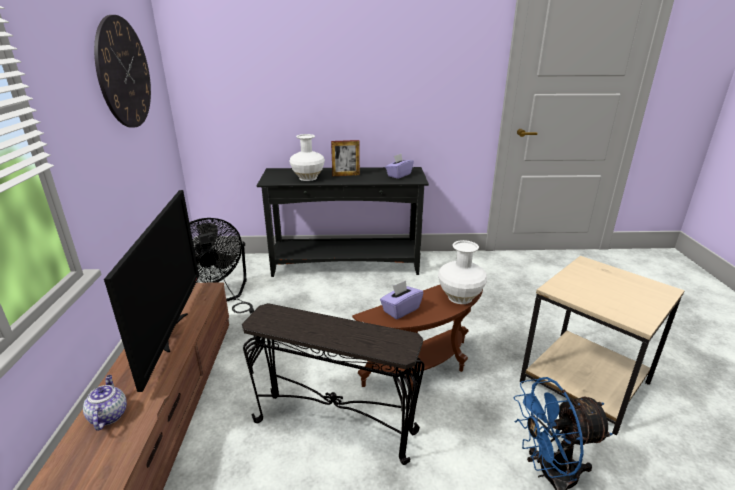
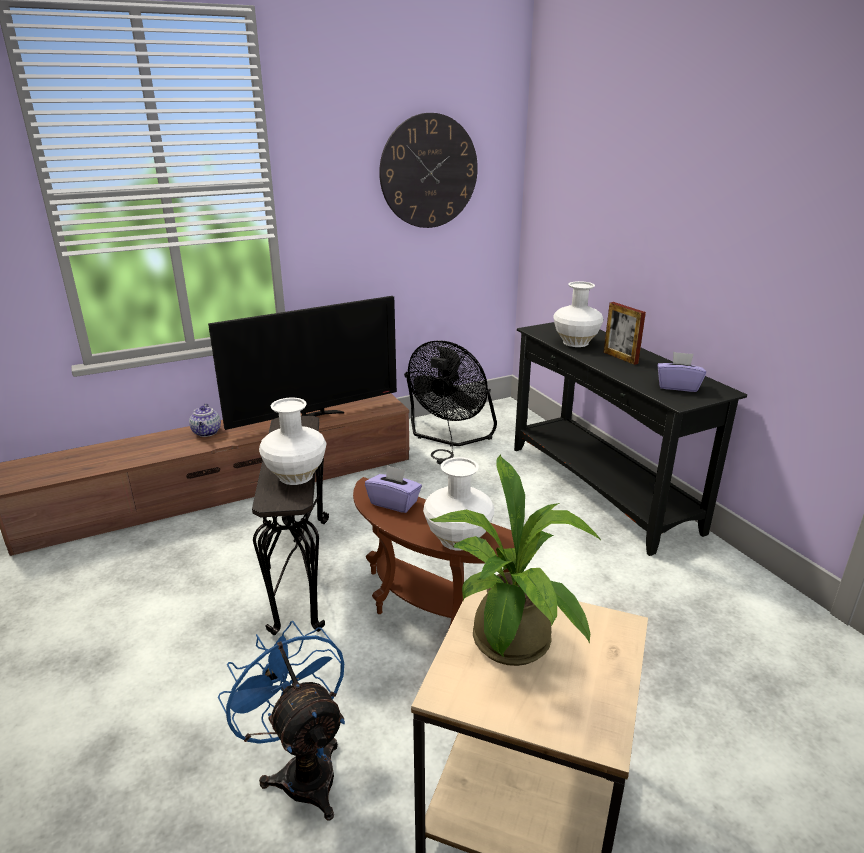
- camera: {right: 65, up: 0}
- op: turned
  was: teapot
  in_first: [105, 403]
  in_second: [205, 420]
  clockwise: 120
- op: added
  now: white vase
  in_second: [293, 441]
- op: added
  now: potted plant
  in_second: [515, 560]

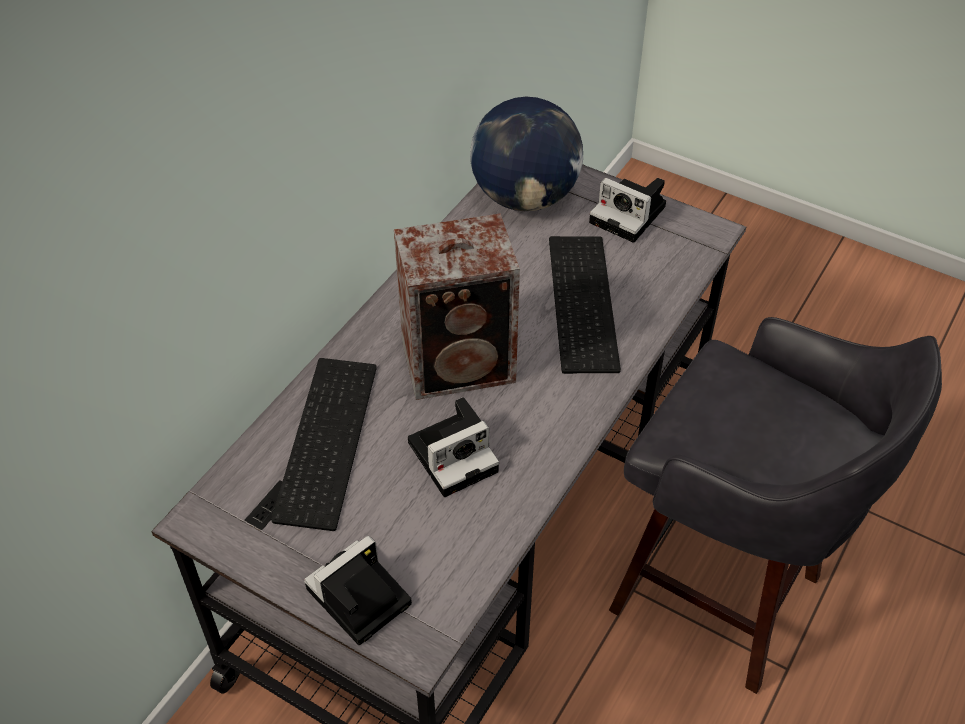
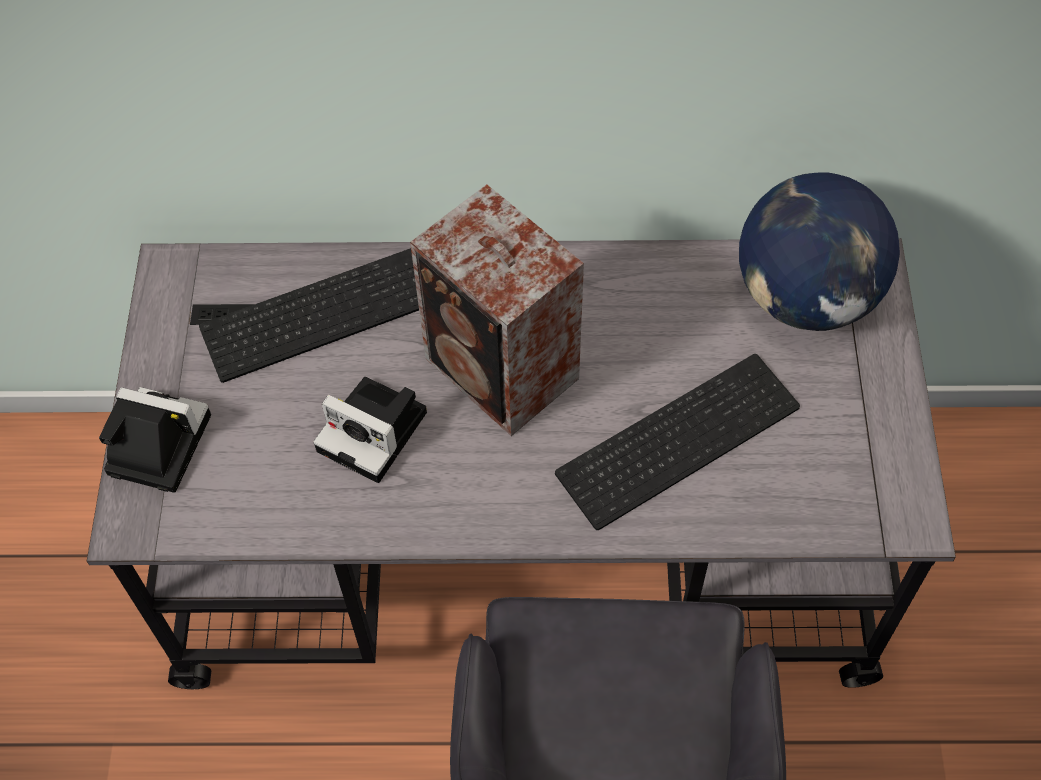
- camera: {right: 60, up: 10}
- op: removed
  was: photo camera
  in_first: [627, 210]

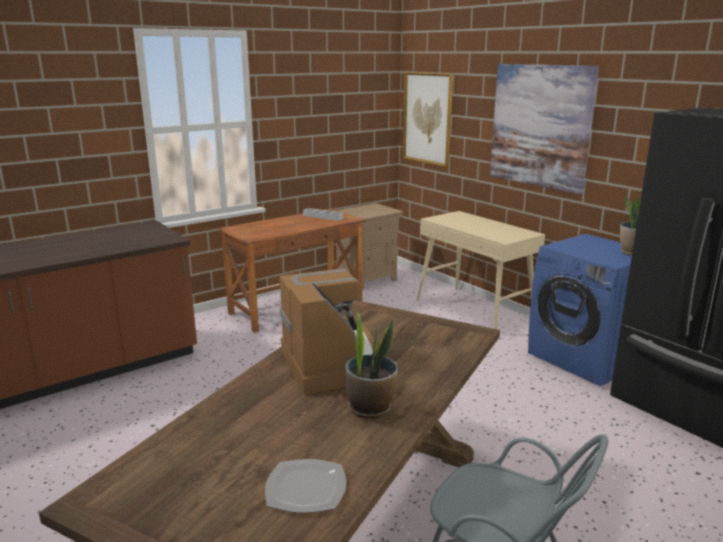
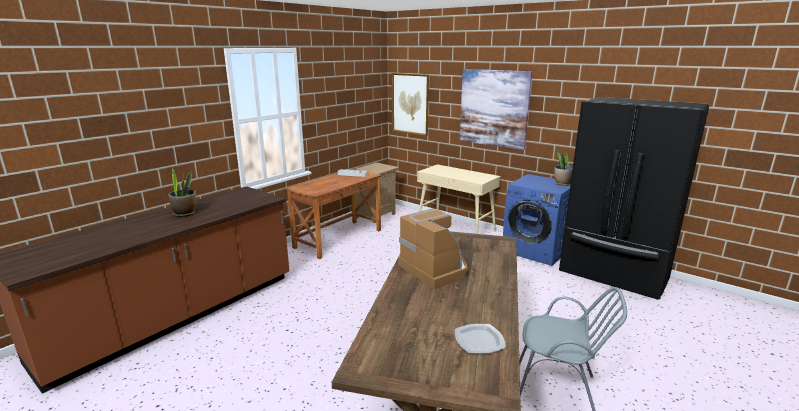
- camera: {right: -15, up: 0}
- op: moved
  was: potted plant
  in_first: [371, 365]
  in_second: [182, 192]

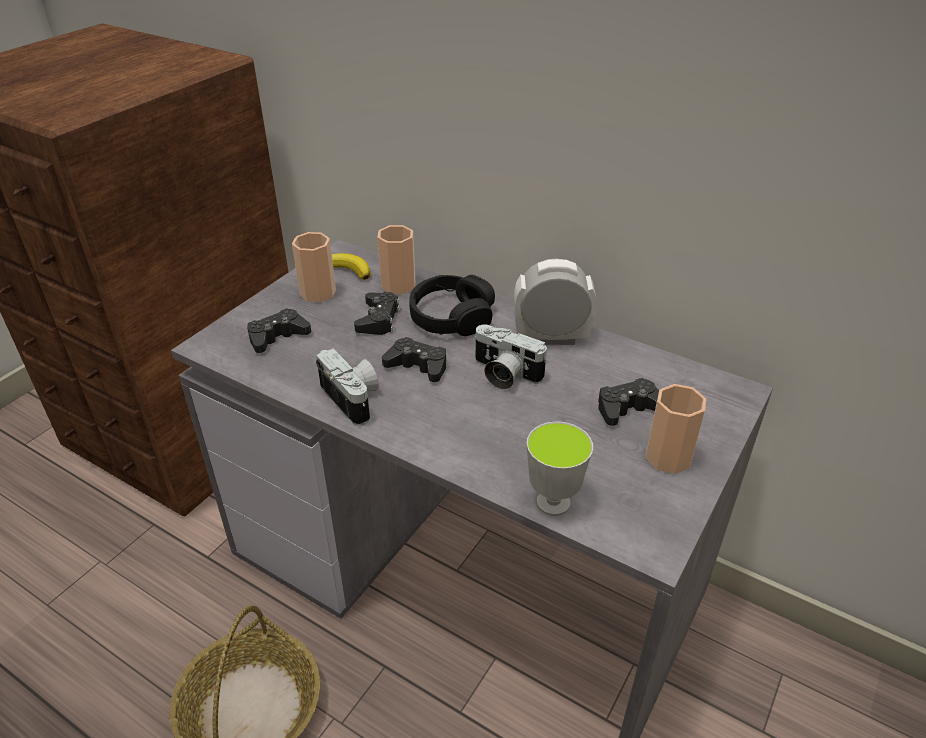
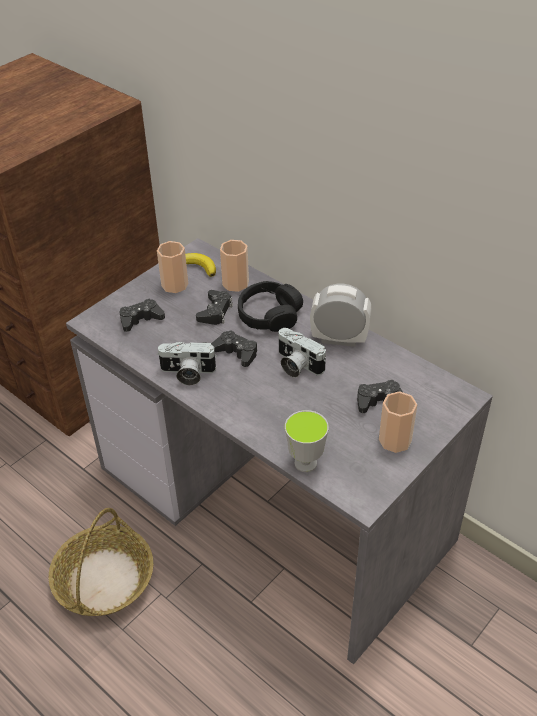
- camera: {right: 10, up: 5}
- op: turned
  was: photo camera
  in_first: [347, 387]
  in_second: [187, 363]
  clockwise: 120

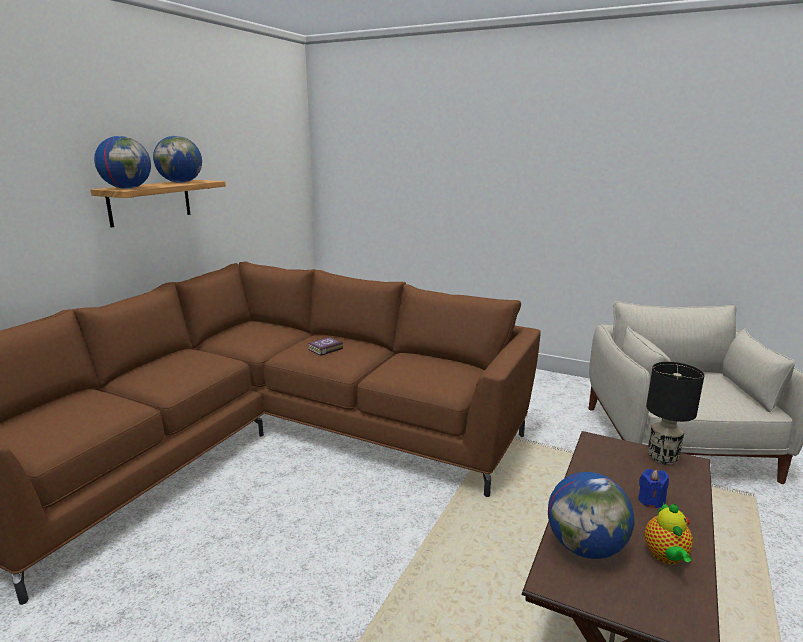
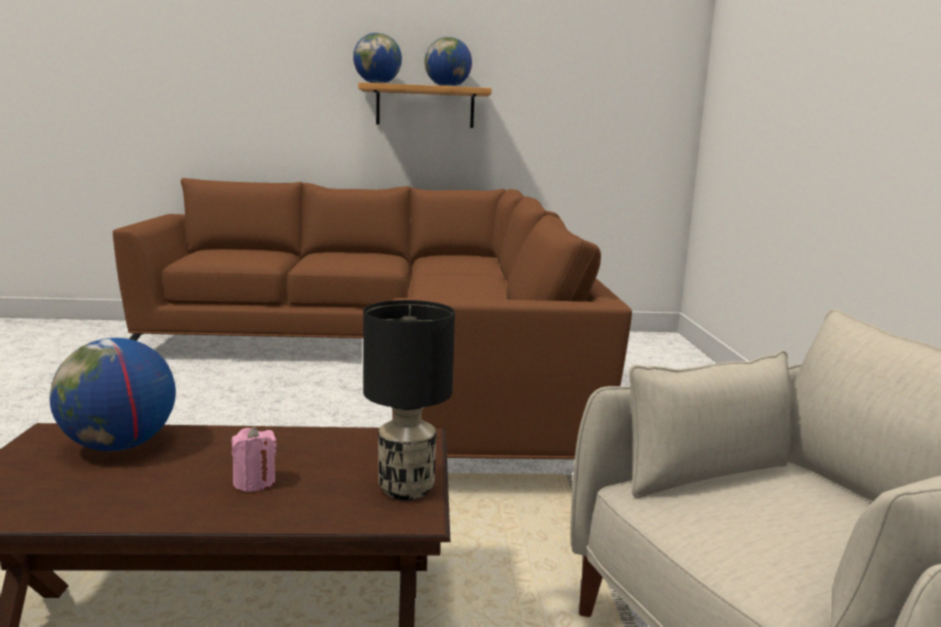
- camera: {right: 60, up: -5}
- op: recoloured
  was: blue candle
  now: pink candle
  in_first: [653, 488]
  in_second: [254, 459]
- op: removed
  was: book
  in_first: [325, 346]
- op: removed
  was: teapot
  in_first: [668, 534]

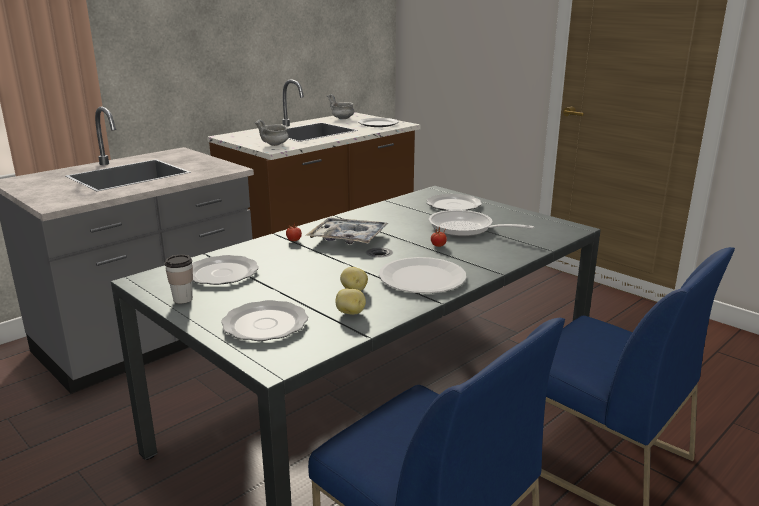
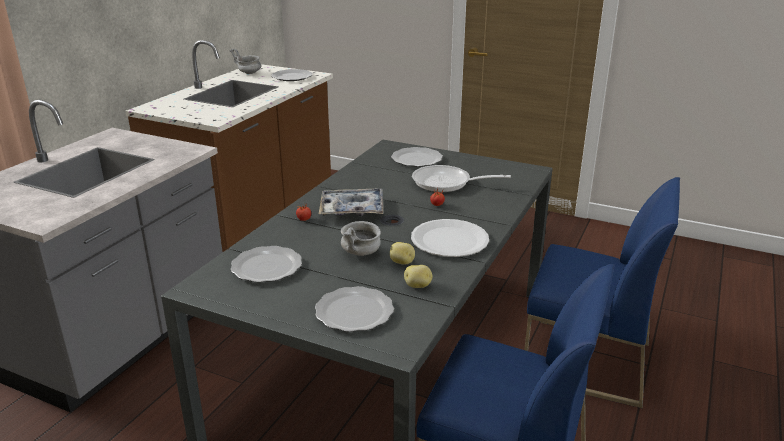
- camera: {right: -20, up: 5}
- op: moved
  was: grey bowl
  in_first: [272, 133]
  in_second: [361, 238]
- op: removed
  was: cup
  in_first: [178, 279]

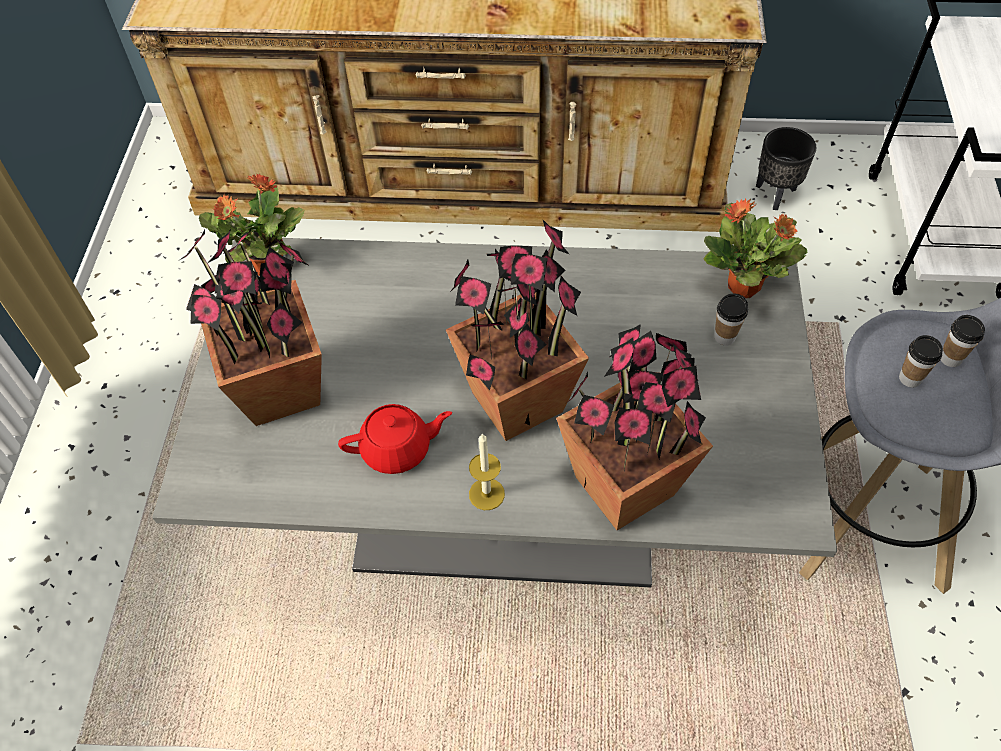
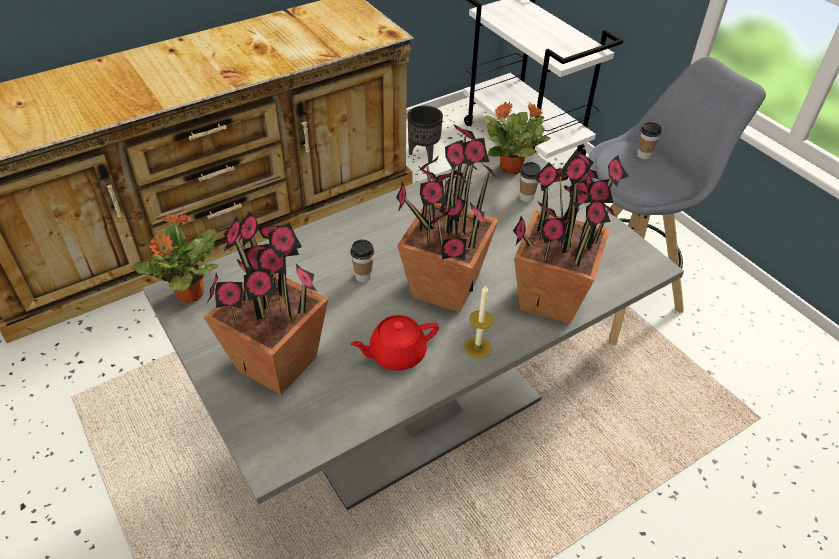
- camera: {right: -40, up: -10}
- op: moved
  was: cup
  in_first: [921, 361]
  in_second: [362, 261]
- op: turned
  was: red teapot
  in_first: [395, 439]
  in_second: [394, 342]
  clockwise: -150

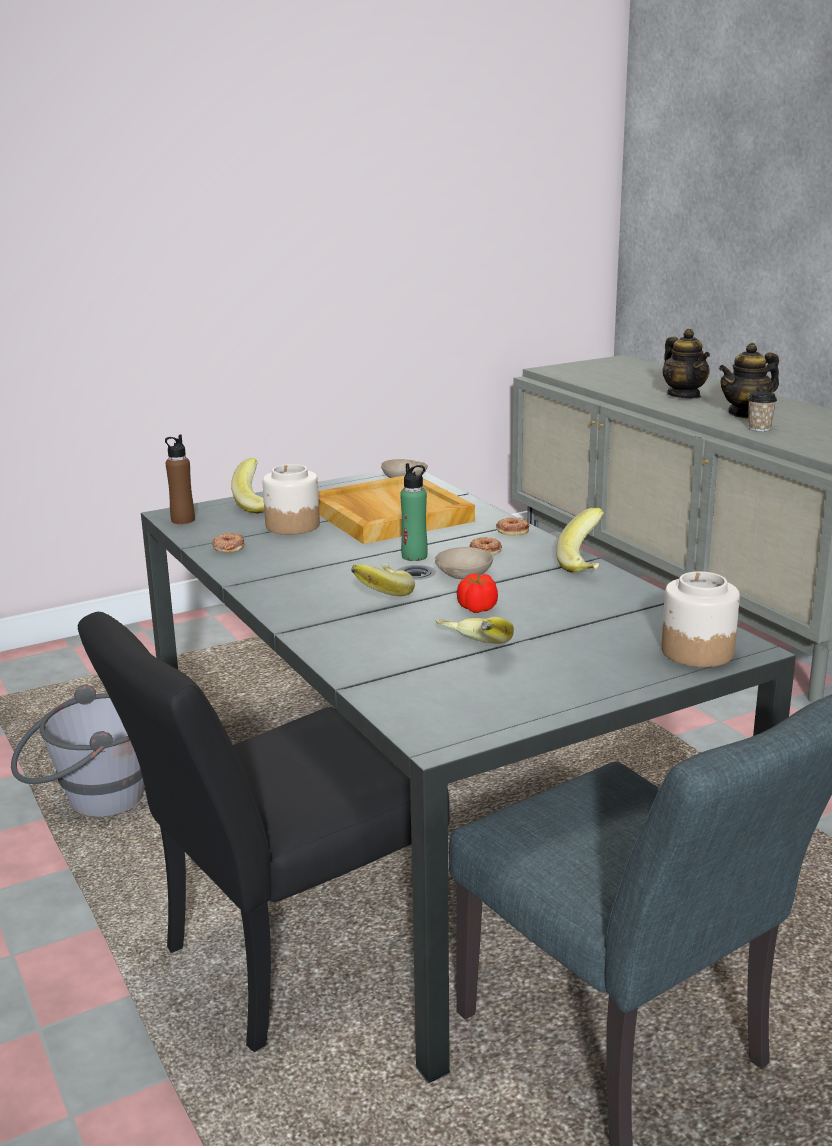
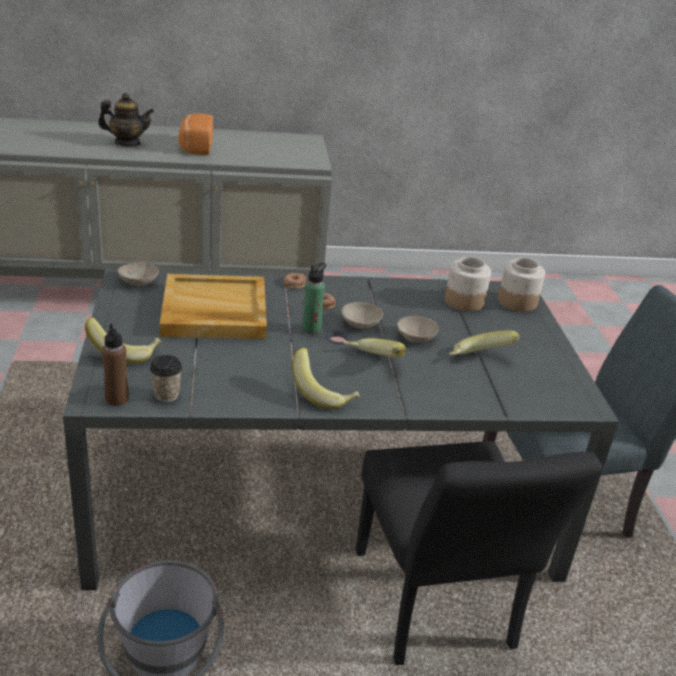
- camera: {right: -70, up: 10}
- op: moved
  was: cup
  in_first: [762, 411]
  in_second: [166, 378]
- op: replaced
  was: teapot
  now: bread
  in_first: [749, 380]
  in_second: [195, 134]
- op: moved
  was: banana
  in_first: [580, 540]
  in_second: [326, 378]
- op: replaced
  was: tomato
  now: beige bowl
  in_first: [477, 593]
  in_second: [418, 329]
- op: moved
  was: jar
  in_first: [291, 499]
  in_second: [468, 284]
- op: removed
  was: donut
  in_first: [228, 542]

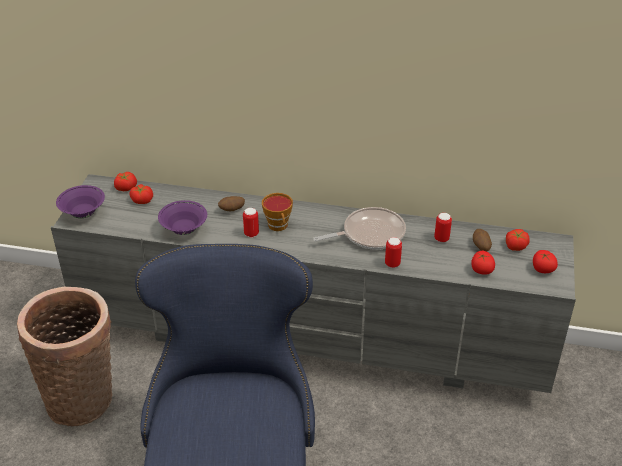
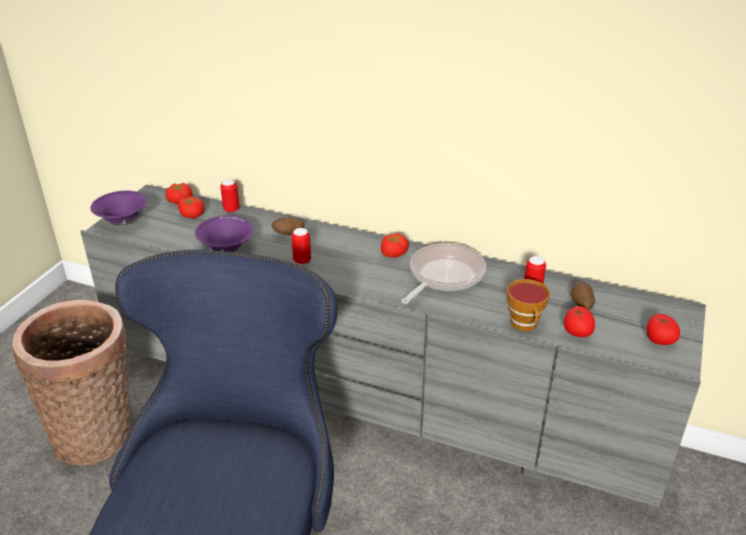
- camera: {right: 10, up: -5}
- op: moved
  was: can
  in_first: [393, 252]
  in_second: [230, 196]
- op: moved
  was: tomato
  in_first: [518, 240]
  in_second: [395, 245]
- op: turned
  was: frying pan
  in_first: [359, 228]
  in_second: [443, 273]
  clockwise: -45
- op: moved
  was: cup
  in_first: [277, 212]
  in_second: [528, 305]

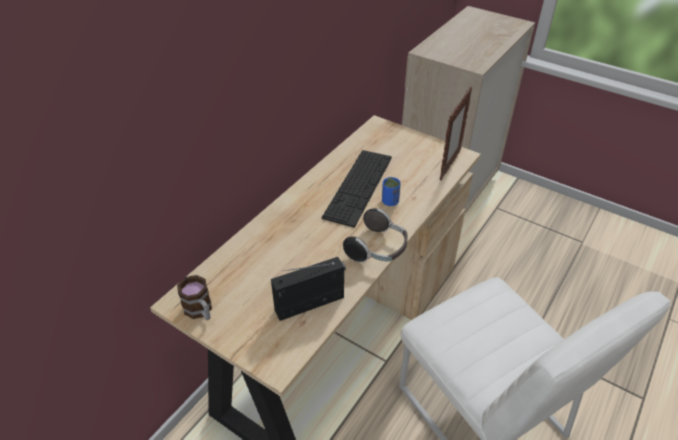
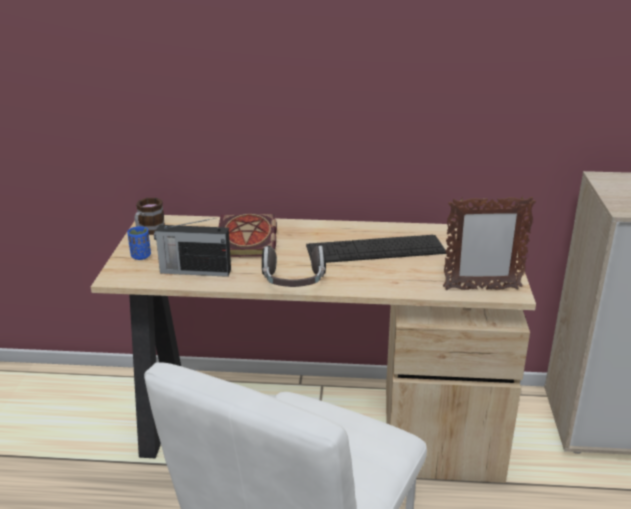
- camera: {right: 60, up: -15}
- op: moved
  was: blue cup
  in_first: [391, 191]
  in_second: [139, 243]
- op: turned
  was: radio
  in_first: [308, 289]
  in_second: [192, 247]
  clockwise: 150
- op: added
  now: book
  in_second: [248, 235]

